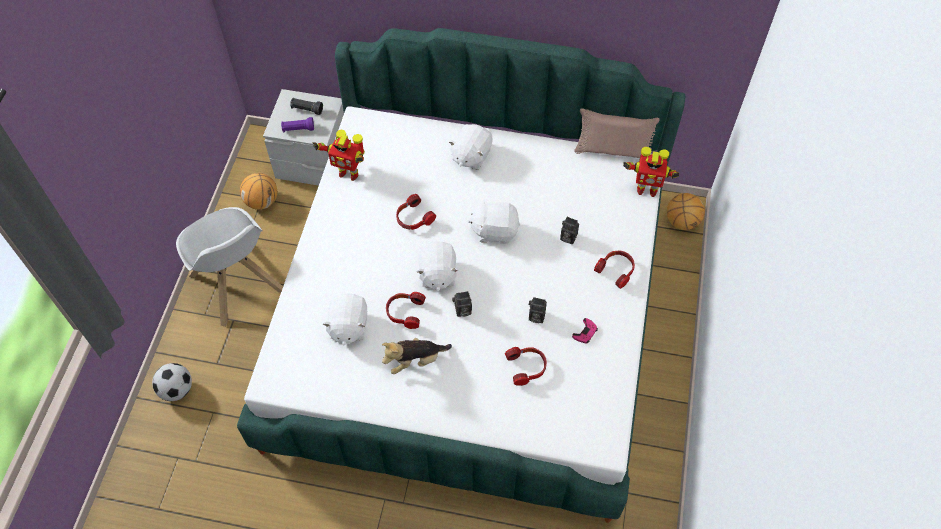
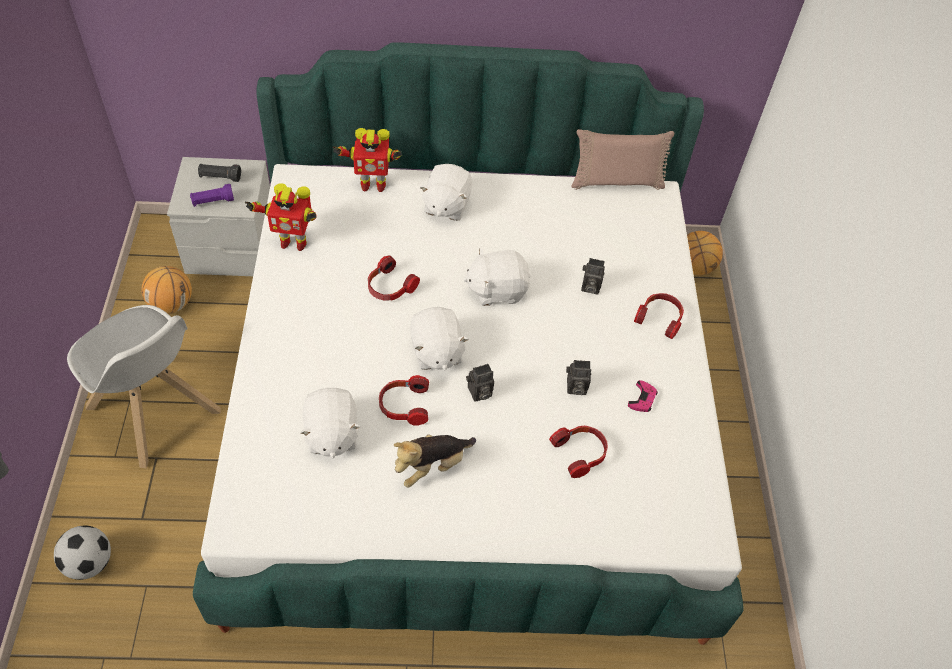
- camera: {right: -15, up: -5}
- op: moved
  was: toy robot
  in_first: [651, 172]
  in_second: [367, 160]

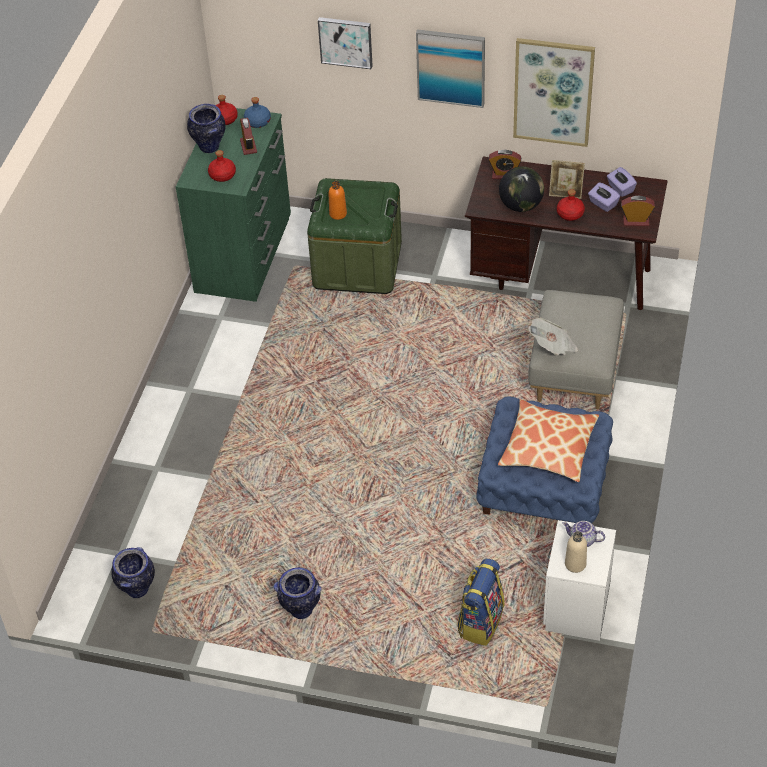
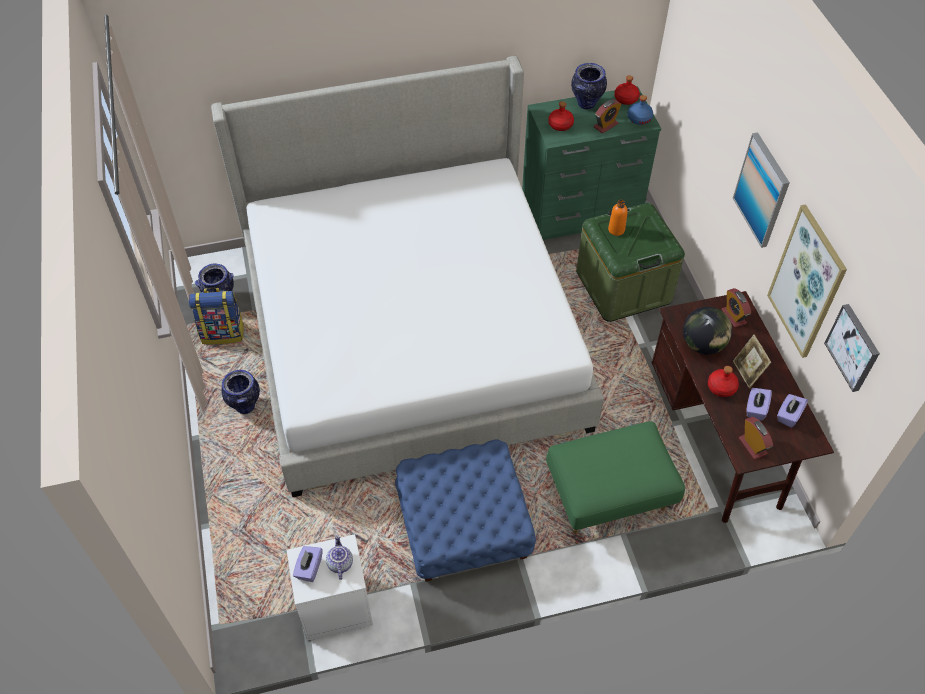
- camera: {right: 60, up: 5}
- op: moved
  was: backpack
  in_first: [481, 602]
  in_second: [216, 316]
- op: added
  now: bed
  in_second: [407, 276]
- op: replaced
  was: beige bottle
  now: purple tissue box
  in_first: [576, 552]
  in_second: [307, 564]
- op: recoloured
  was: grey ottoman
  now: green ottoman
  in_first: [576, 349]
  in_second: [615, 477]
- op: moved
  was: picture
  in_first: [345, 43]
  in_second: [852, 348]
- op: removed
  was: pillow
  in_first: [548, 440]
- op: removed
  was: newspaper
  in_first: [553, 336]

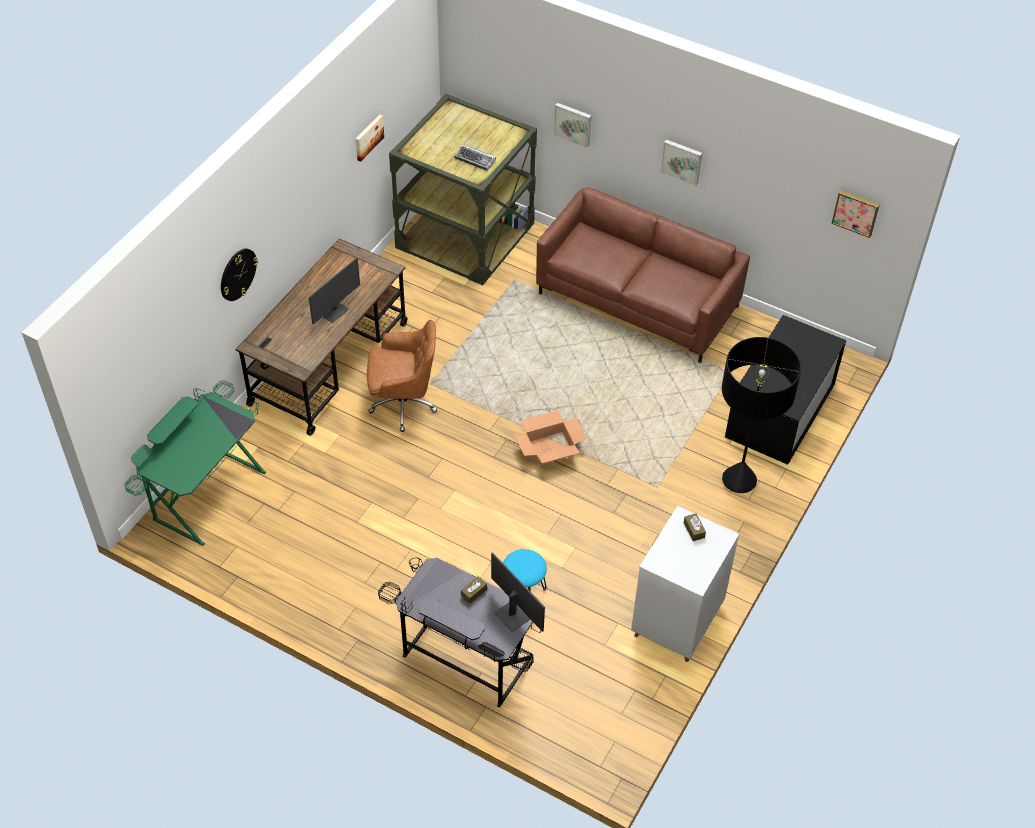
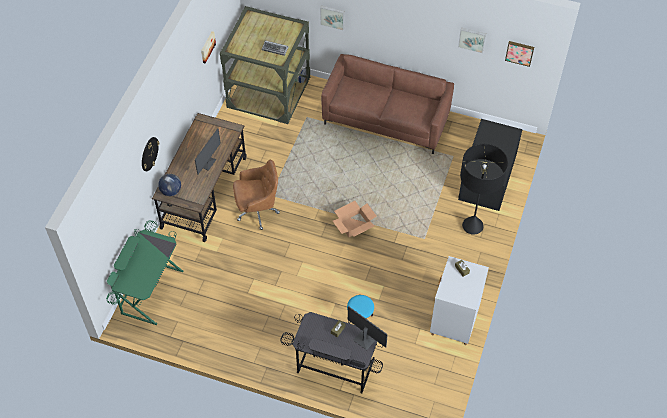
- camera: {right: -10, up: 5}
- op: added
  now: globe
  in_second: [169, 185]
- op: moved
  was: picture
  in_first: [681, 162]
  in_second: [472, 40]

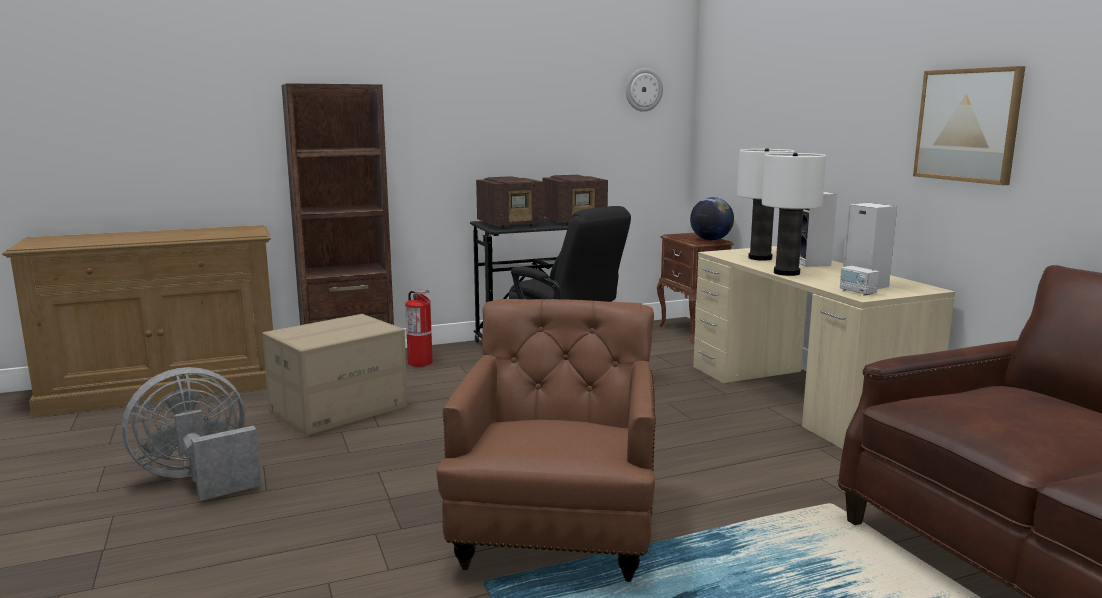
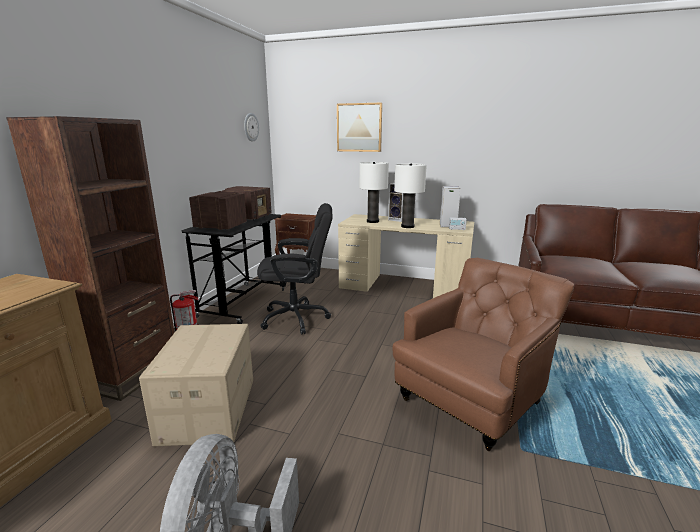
- camera: {right: -50, up: 5}
- op: turned
  was: radio
  in_first: [510, 202]
  in_second: [218, 210]
  clockwise: -90
- op: moved
  was: picture
  in_first: [969, 125]
  in_second: [359, 127]
- op: turned
  was: brown armchair
  in_first: [546, 440]
  in_second: [483, 354]
  clockwise: 90
- op: removed
  was: globe
  in_first: [712, 219]

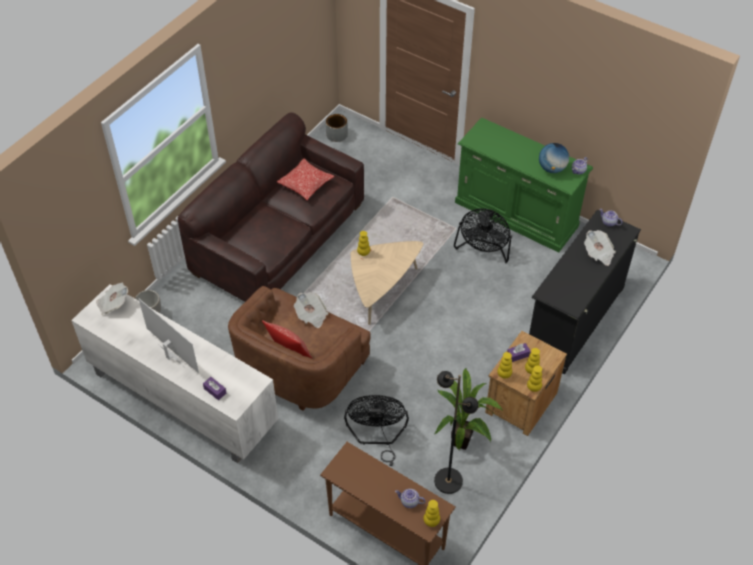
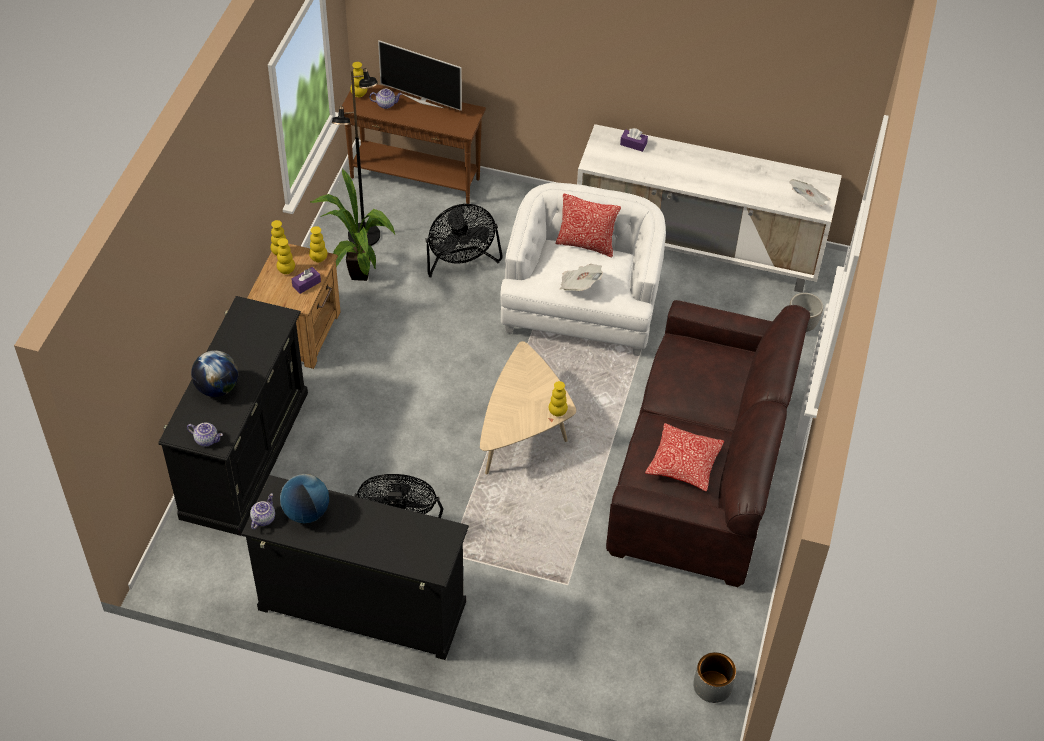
- camera: {right: 160, up: 0}
- op: replaced
  was: newspaper
  now: globe
  in_first: [600, 248]
  in_second: [214, 373]
- op: recoloured
  was: green cabinet
  now: black cabinet
  in_first: [524, 185]
  in_second: [355, 567]
- op: moved
  was: television
  in_first: [169, 336]
  in_second: [420, 75]
- op: recoloured
  was: brown armchair
  now: white armchair
  in_first: [299, 348]
  in_second: [583, 269]

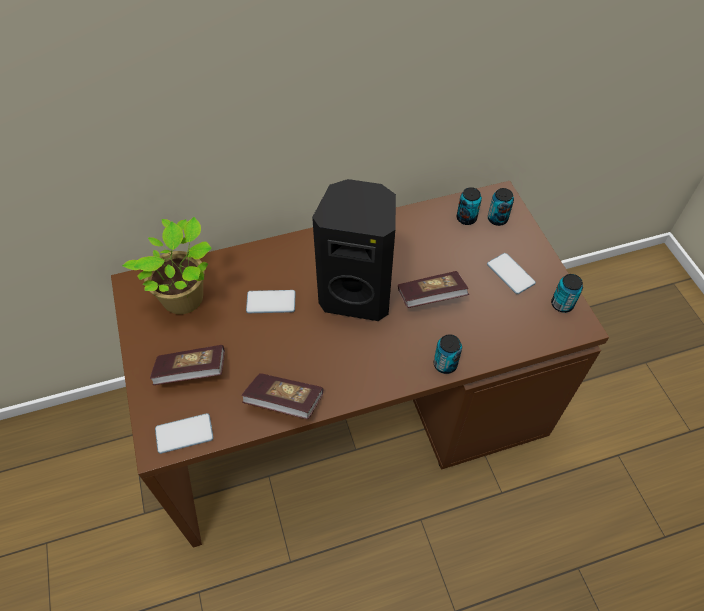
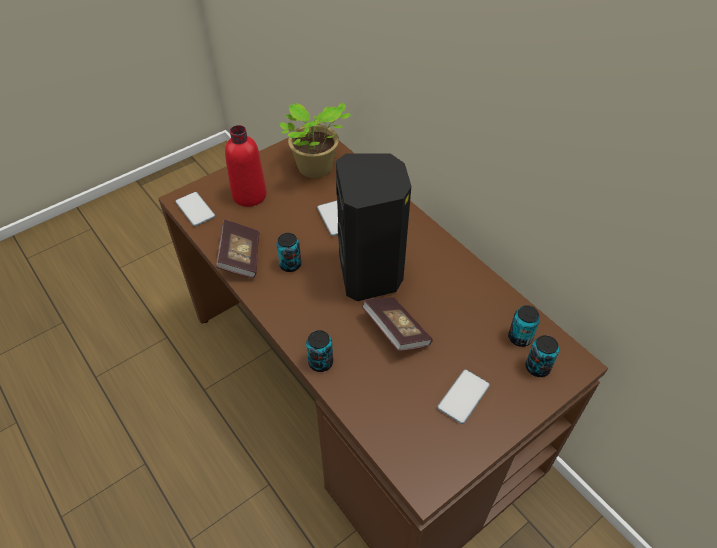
- camera: {right: 70, up: -5}
- op: replaced
  was: book
  now: red bottle
  in_first: [187, 365]
  in_second: [246, 166]
- op: moved
  was: can
  in_first: [567, 293]
  in_second: [288, 252]

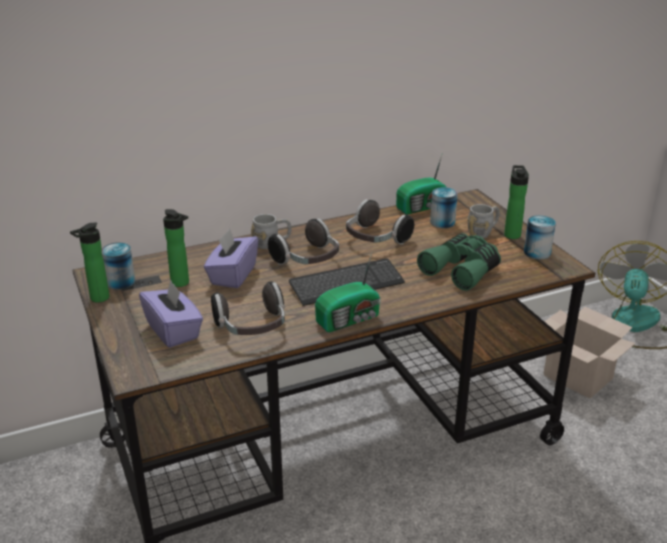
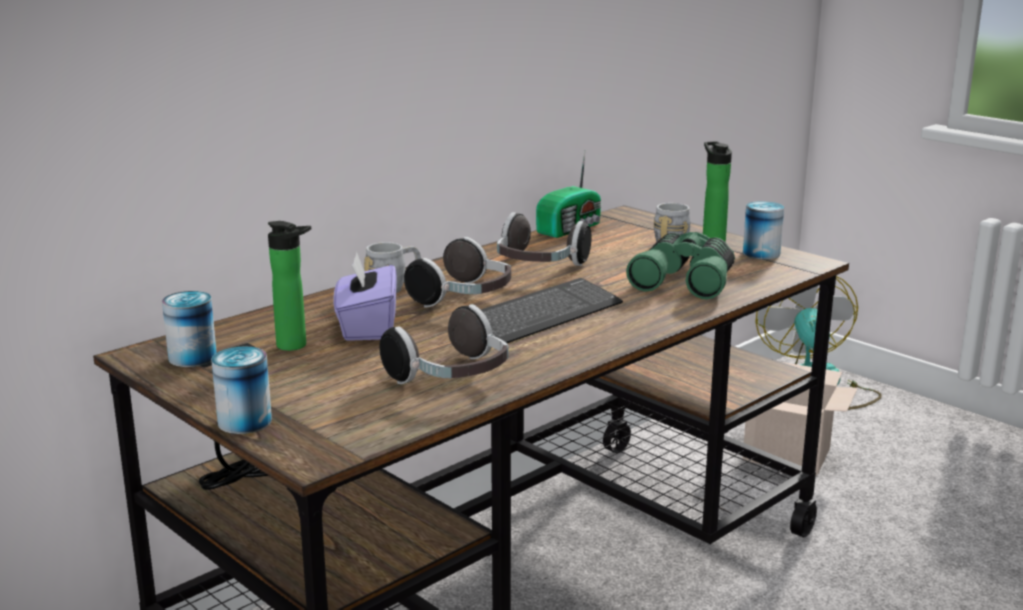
- camera: {right: -20, up: -10}
- op: moved
  was: can
  in_first: [444, 207]
  in_second: [241, 390]
- op: removed
  was: bottle
  in_first: [90, 262]
- op: removed
  was: purple tissue box
  in_first: [171, 314]
- op: removed
  was: radio
  in_first: [348, 292]

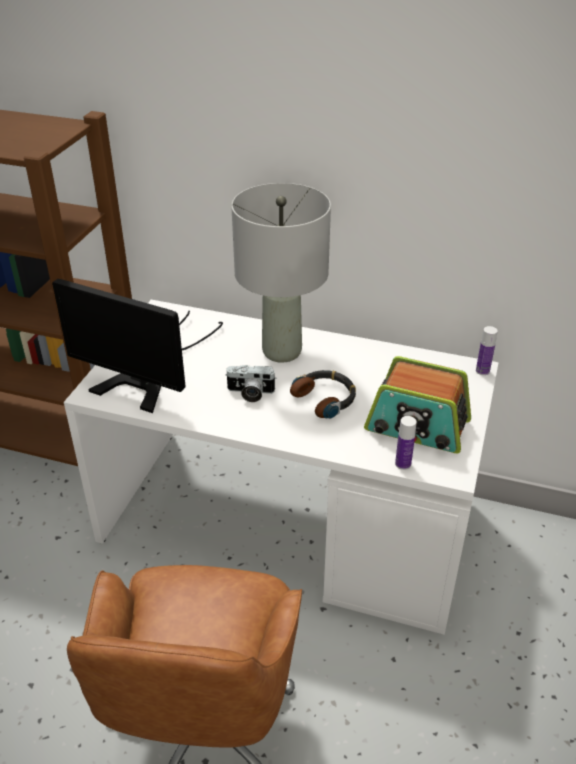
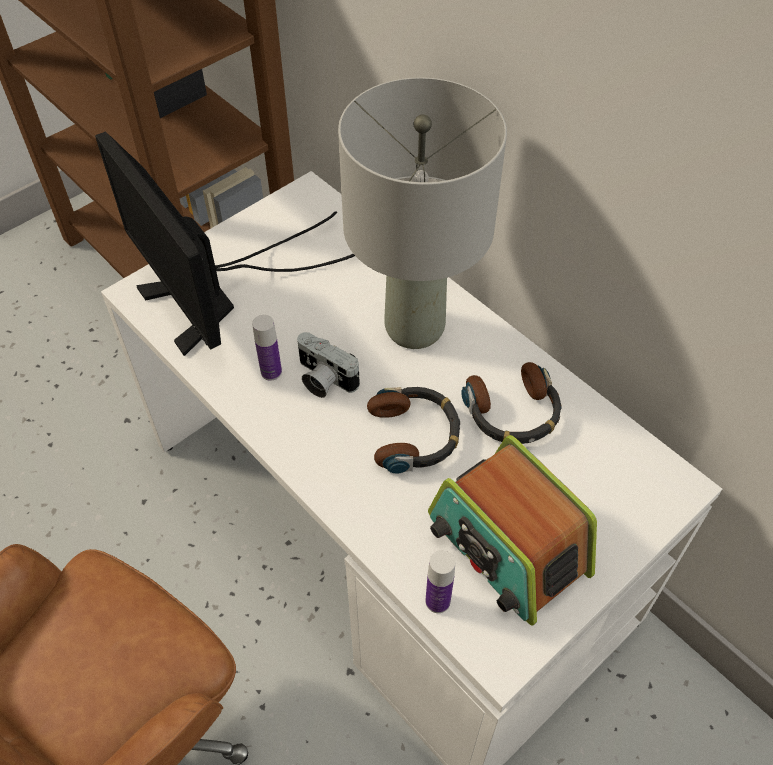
- camera: {right: 30, up: 15}
- op: moved
  was: bottle
  in_first: [487, 350]
  in_second: [267, 348]
- op: added
  now: headphones
  in_second: [511, 403]

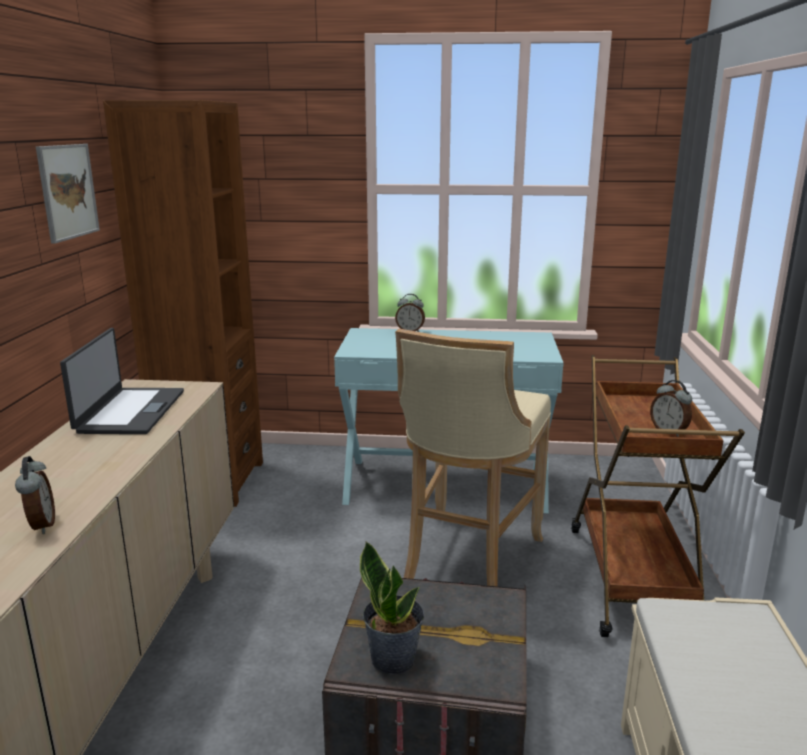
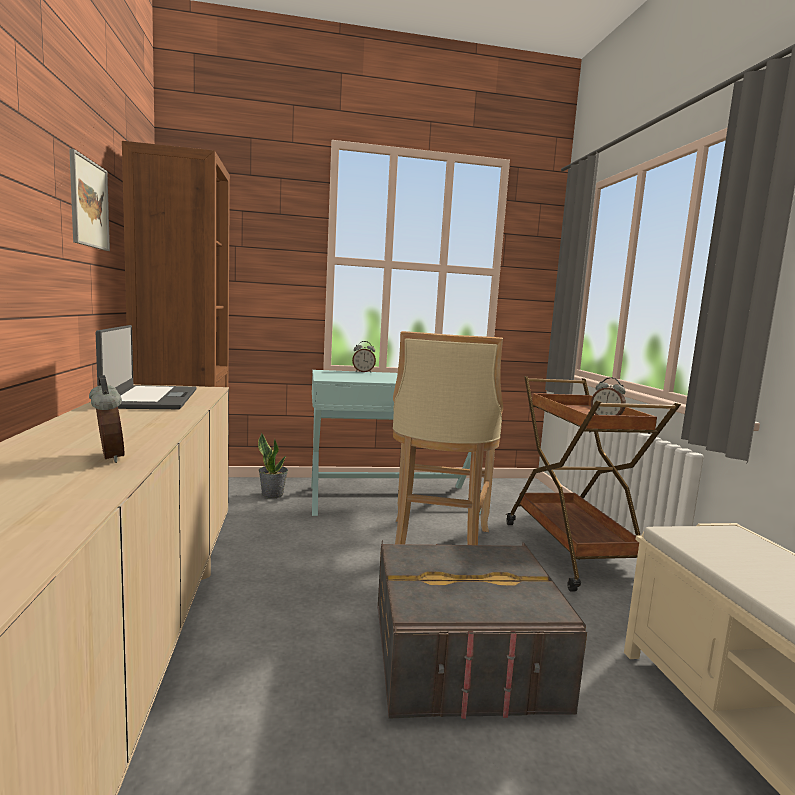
- camera: {right: -15, up: -10}
- op: moved
  was: potted plant
  in_first: [392, 608]
  in_second: [273, 466]

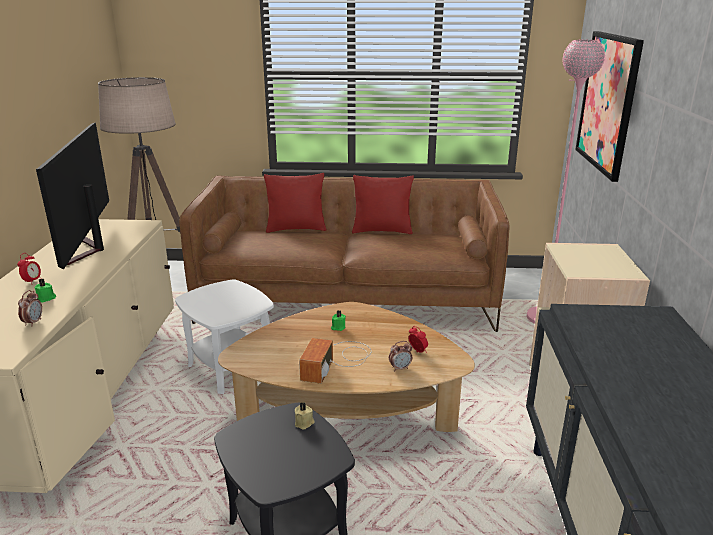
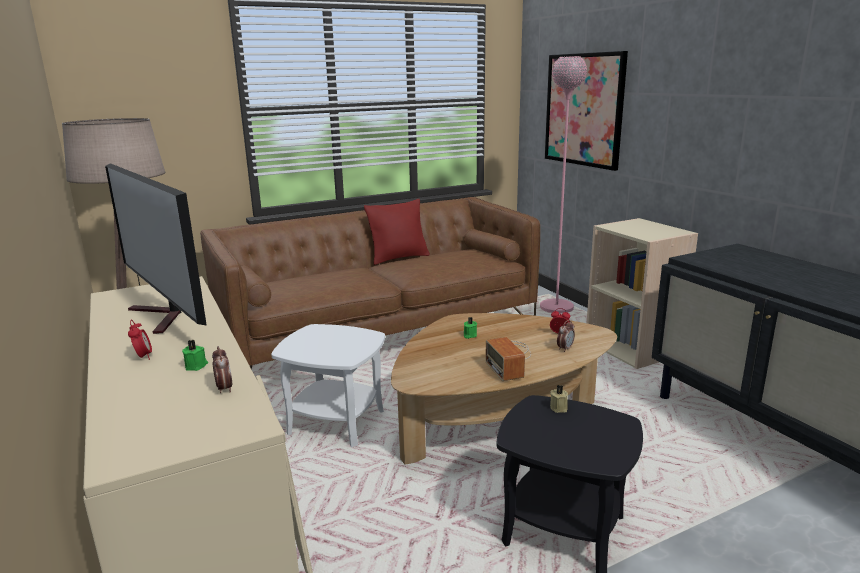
- camera: {right: -30, up: -5}
- op: removed
  was: red pillow
  in_first: [295, 203]

